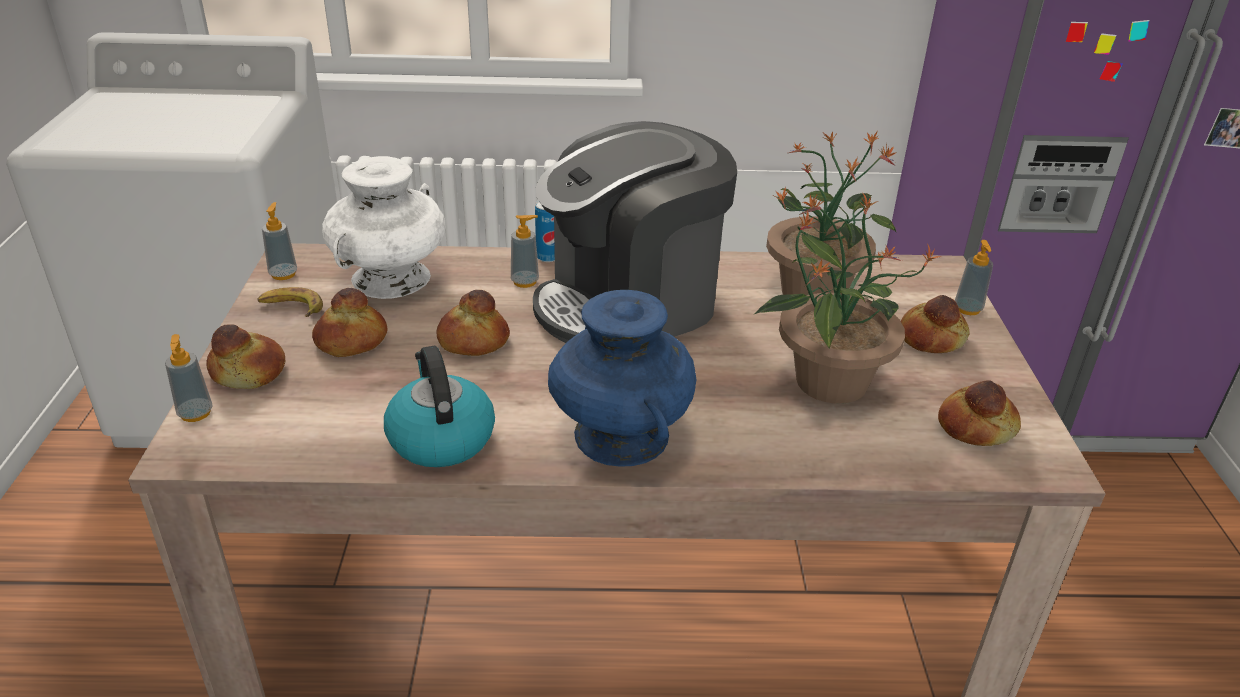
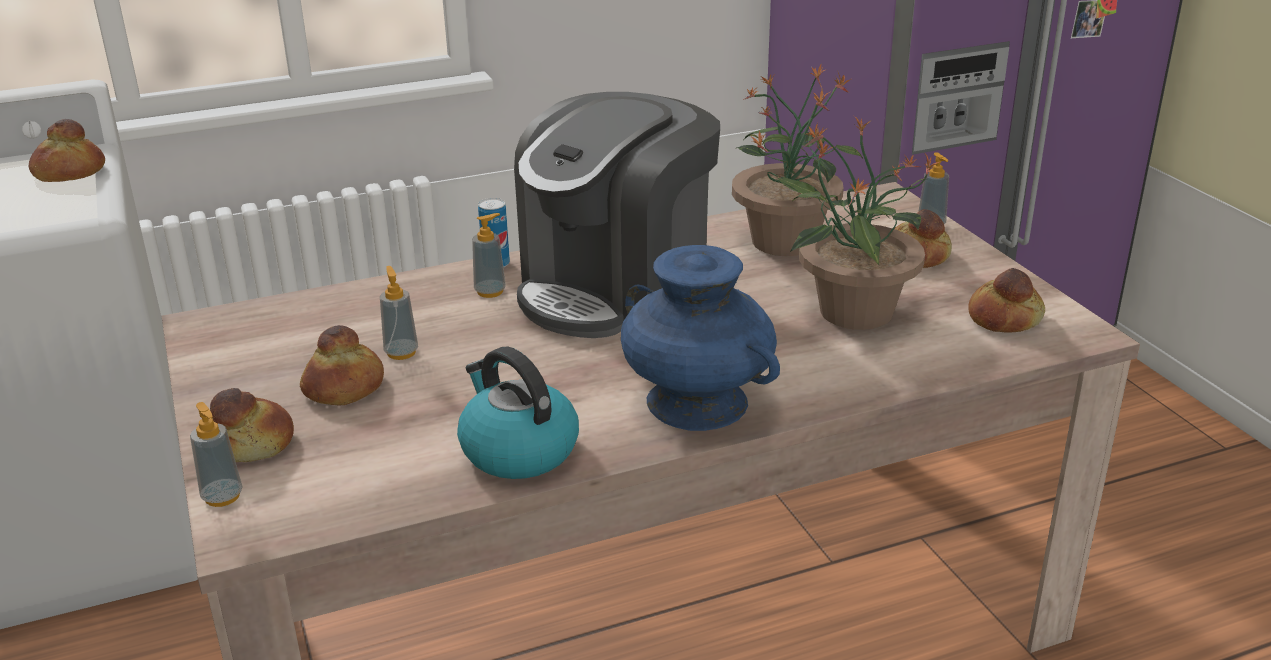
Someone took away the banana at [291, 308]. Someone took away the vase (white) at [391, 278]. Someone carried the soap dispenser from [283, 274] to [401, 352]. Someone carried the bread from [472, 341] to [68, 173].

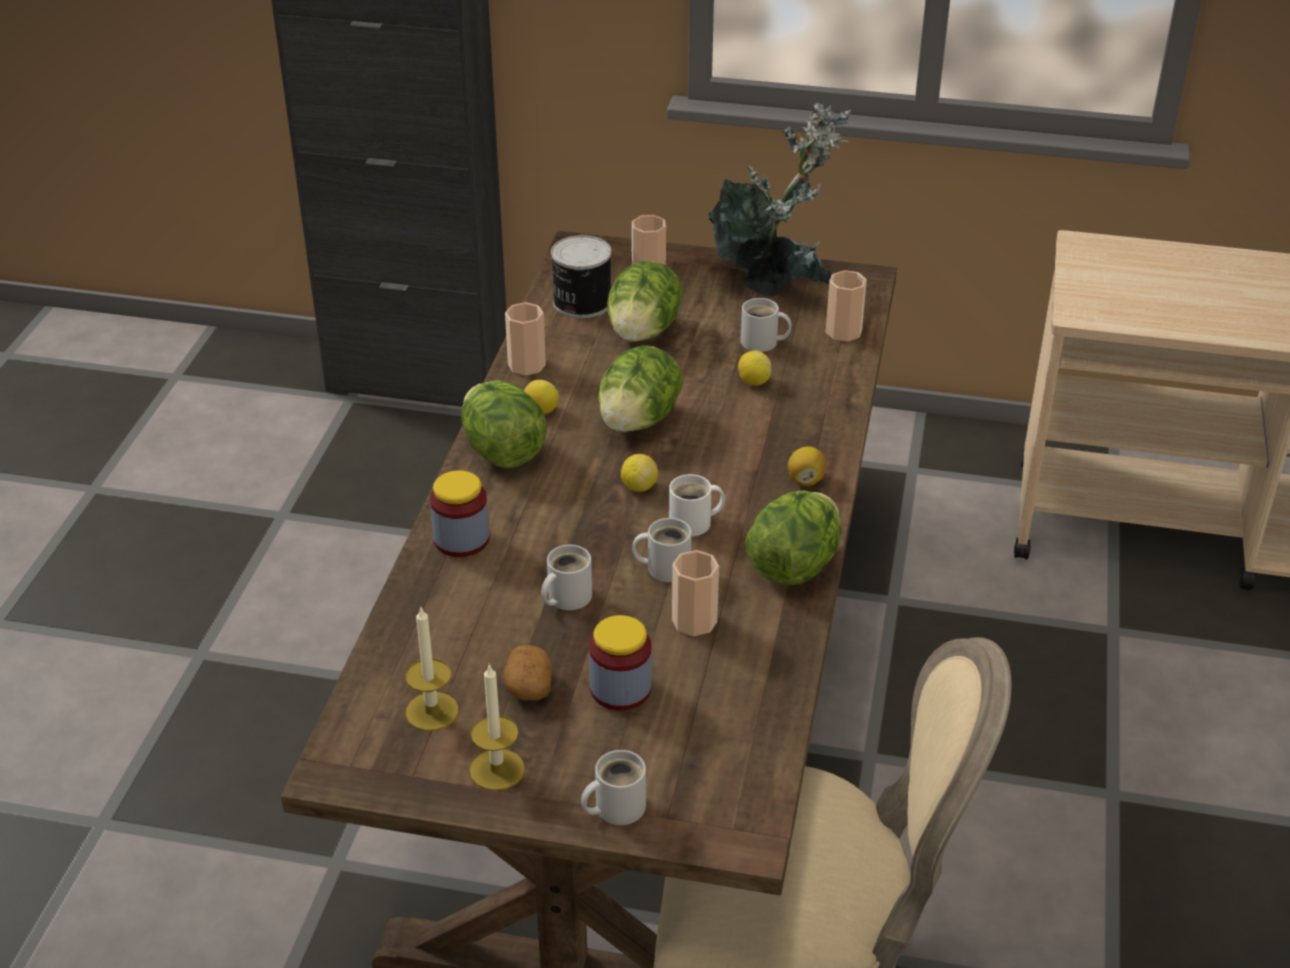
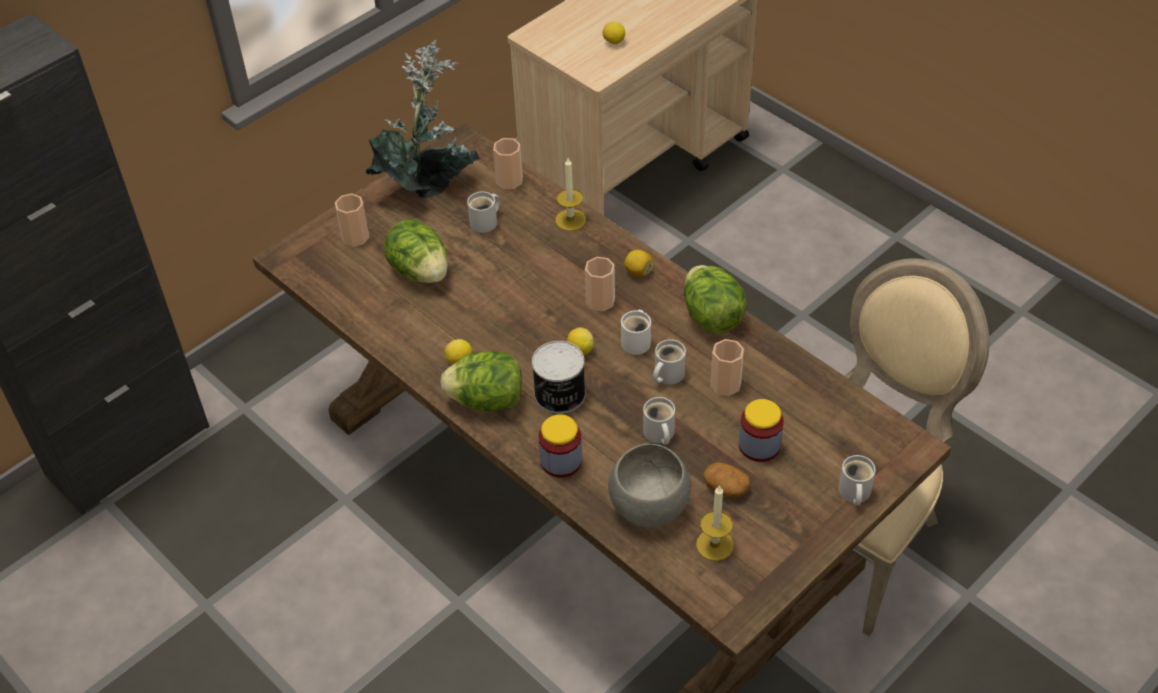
Someone took away the lettuce at [638, 421]. Someone put down the bowl (grey) at [650, 505]. Someone carried the candle from [497, 770] to [570, 220]. Someone carried the cup from [526, 365] to [600, 301]. Someone carried the can from [580, 302] to [559, 395]. Someone carried the lemon from [754, 381] to [613, 42].

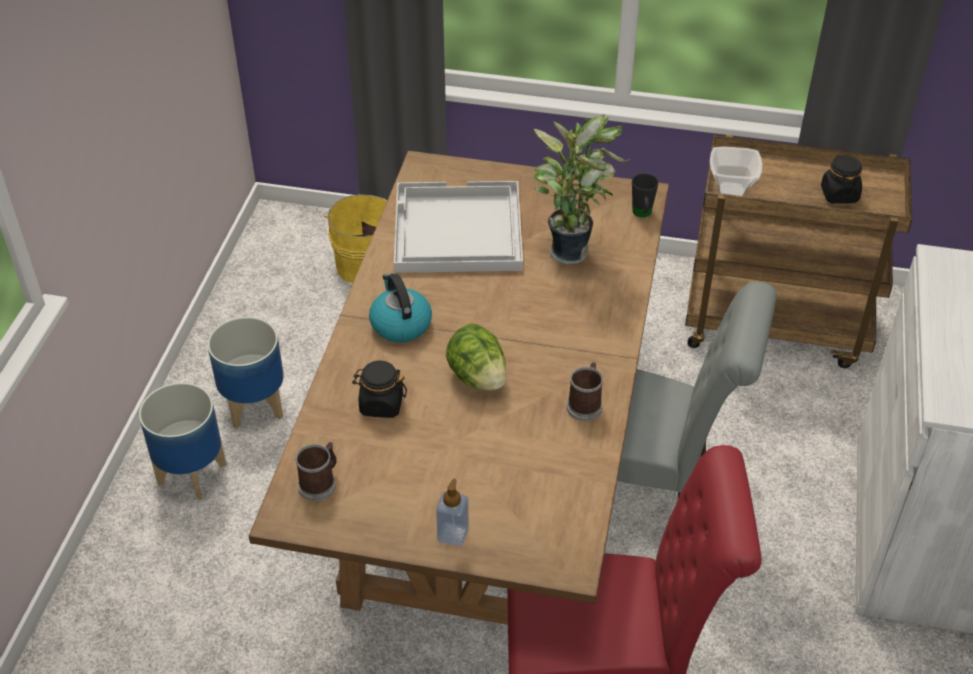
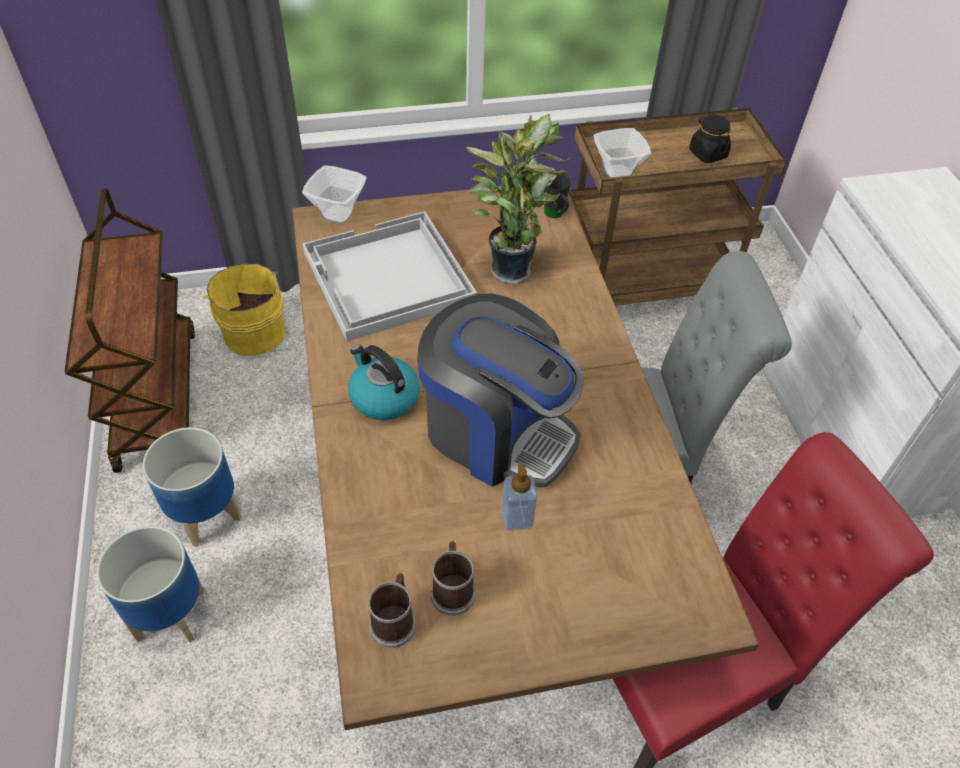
Someone took away the jar (black) at [381, 404]. Someone put down the cart (brown) at [156, 396]. Someone put down the bowl at [338, 214]. Someone carried the soap dispenser from [453, 534] to [517, 518]. Someone carried the mug from [585, 404] to [452, 589]. Someone swapped the lettuce at [477, 377] for the coffee machine at [496, 432].

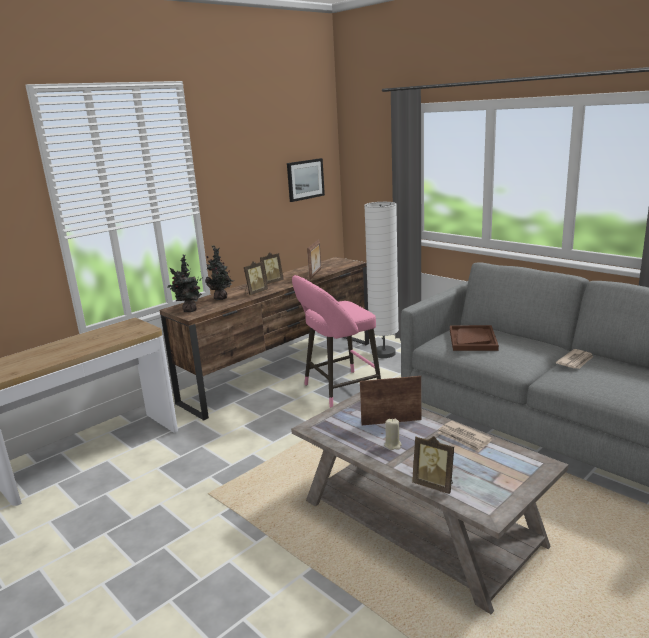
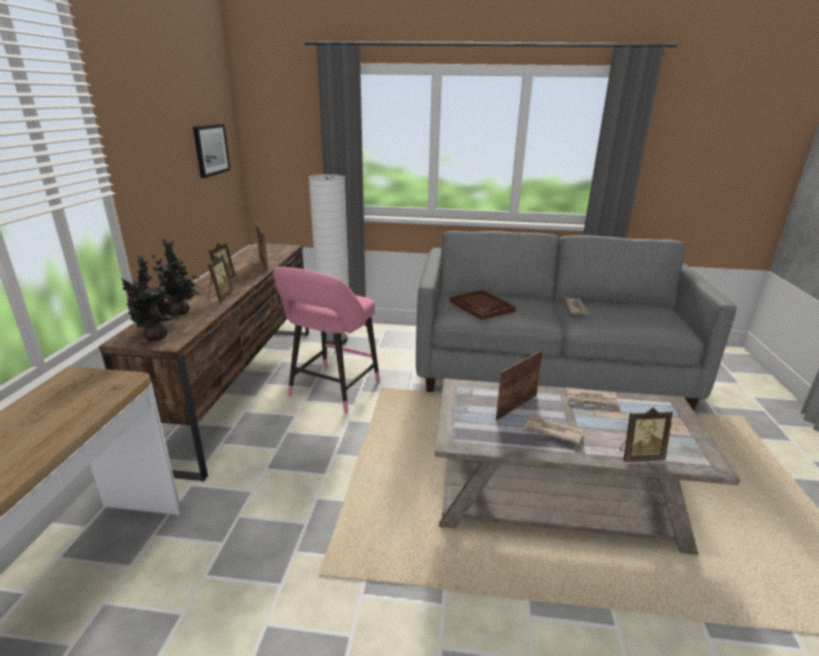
Someone swapped the candle (beige) at [393, 445] for the newspaper at [552, 430].

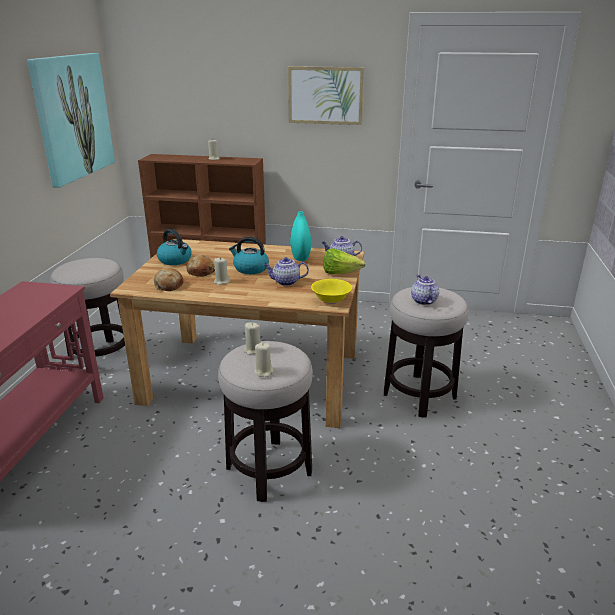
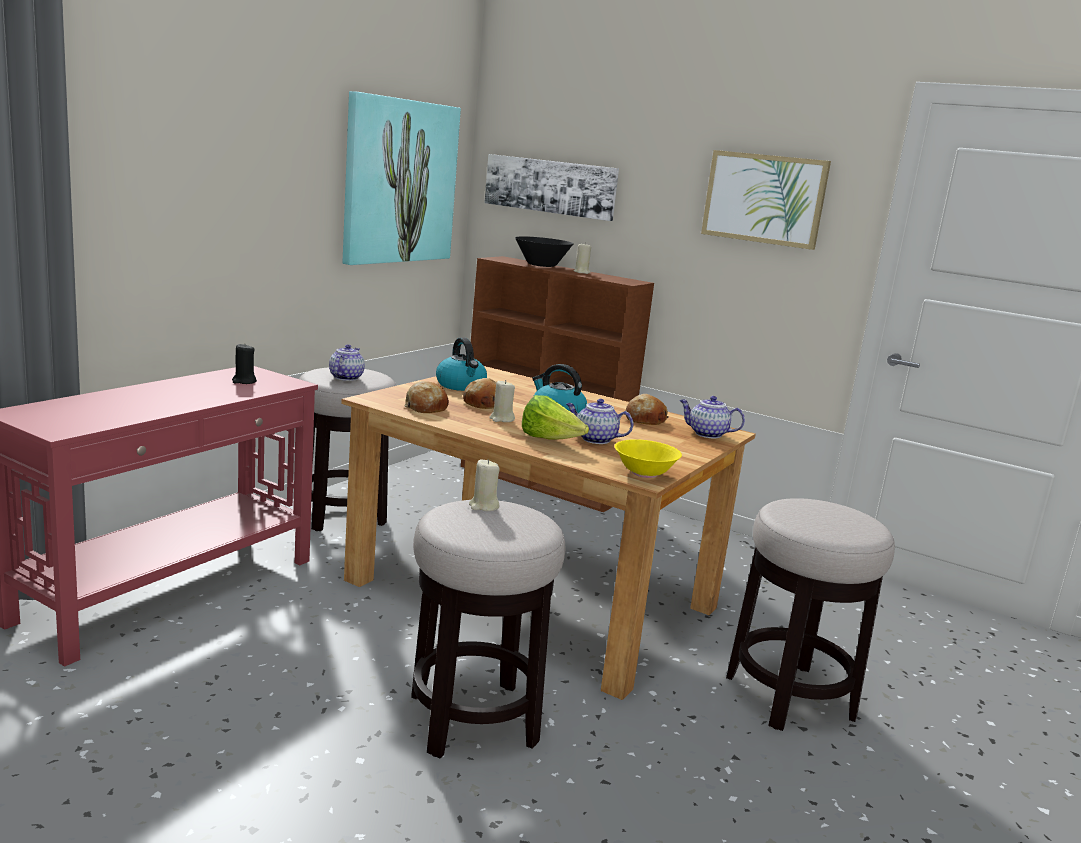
Someone took away the candle (beige) at [264, 372]. Someone put down the candle (black) at [244, 381]. Someone put up the picture at [550, 186]. Someone put down the bowl (black) at [541, 265]. Someone carried the lettuce from [340, 273] to [549, 440]. Someone carried the teapot from [423, 301] to [346, 377]. Someone swapped the vase (turquoise) at [300, 257] for the bread at [644, 419].

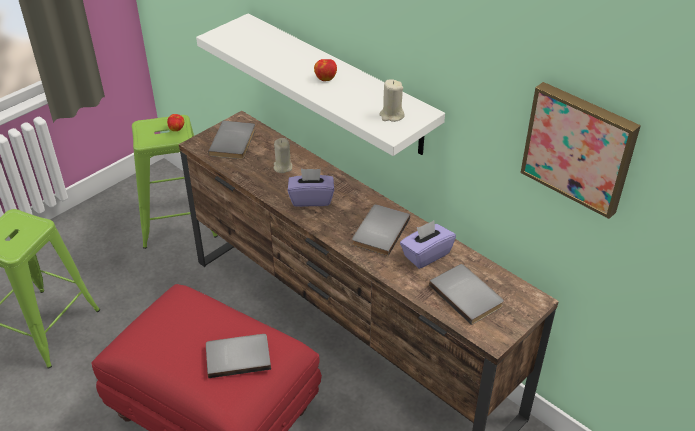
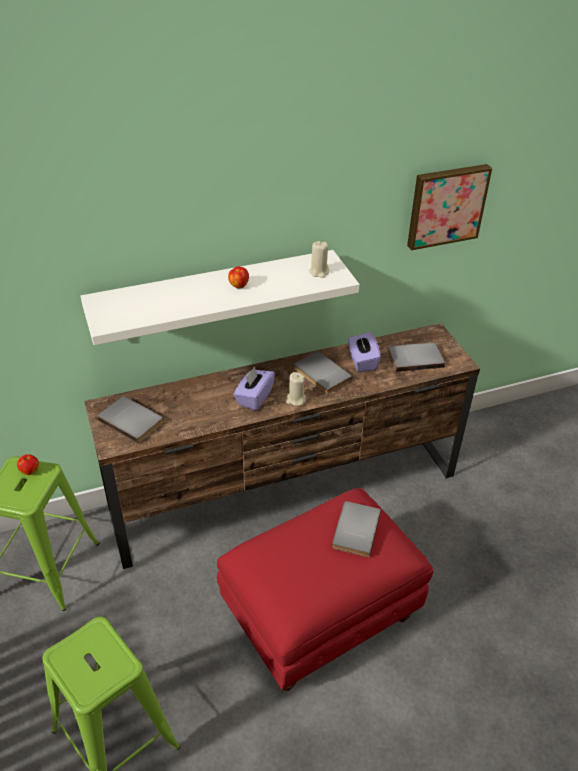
Someone carried the candle (beige) from [282, 167] to [296, 399].

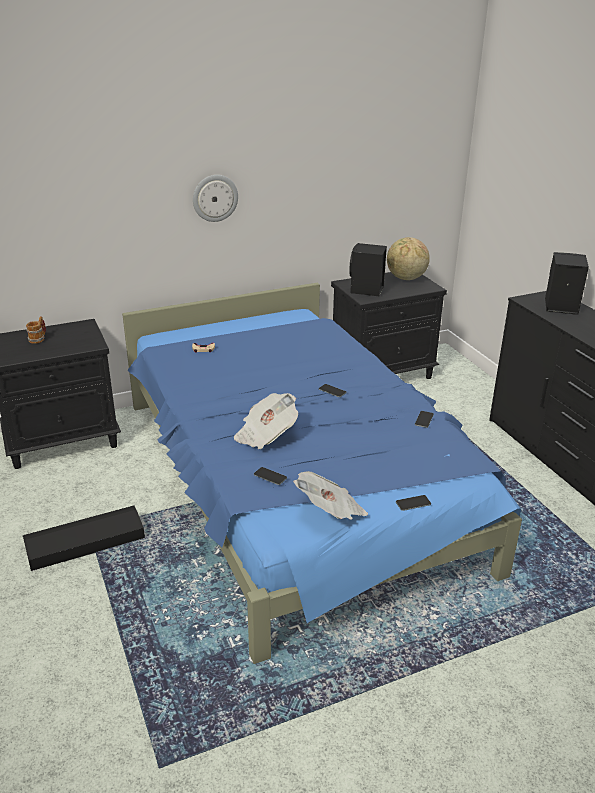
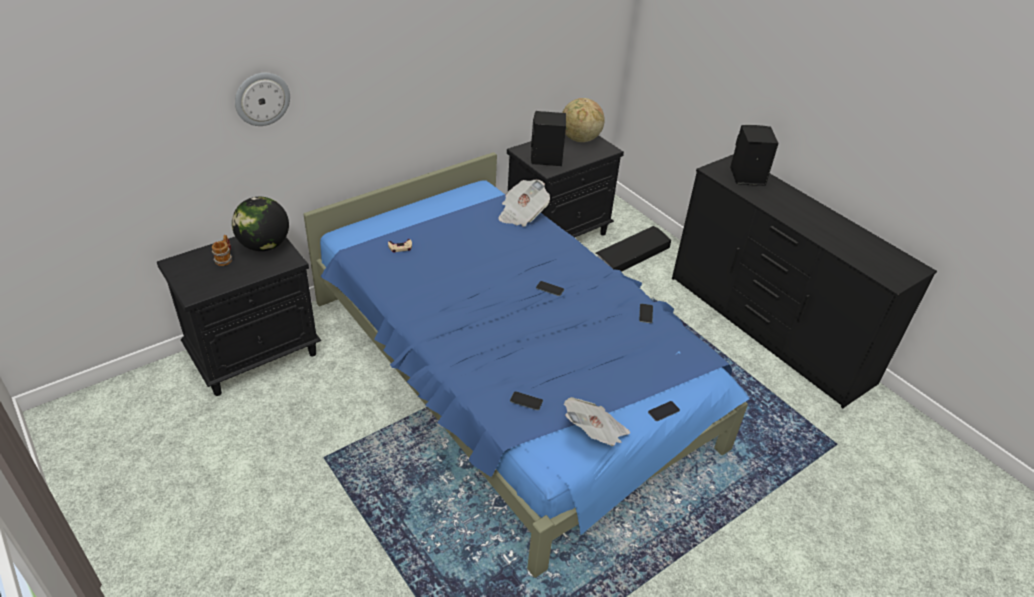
Someone put down the globe at [264, 245]. Someone carried the storage box (black) from [85, 543] to [631, 255]. Someone carried the wall clock from [215, 198] to [262, 98]. Someone carried the newspaper from [265, 435] to [522, 214].

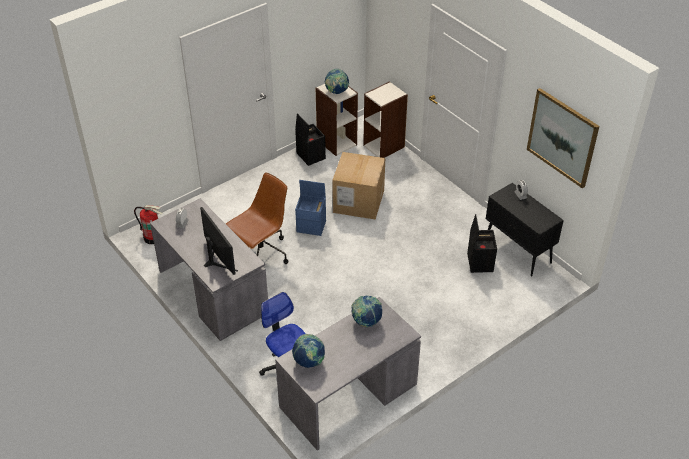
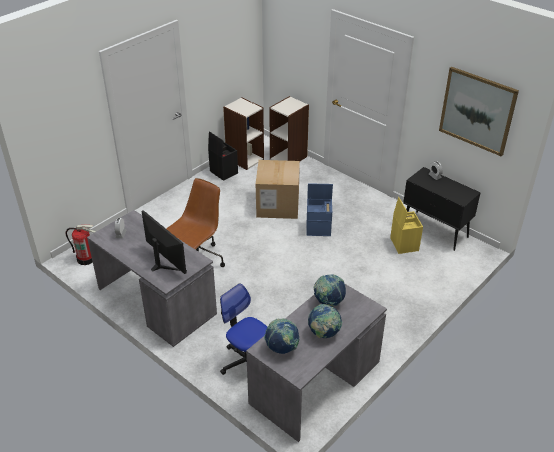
Someone carried the storage box (blue) from [312, 226] to [319, 229]. Someone carried the globe from [336, 92] to [324, 333]. Someone repainted the storage box (black) at [479, 262], which became the storage box (yellow) at [403, 244].

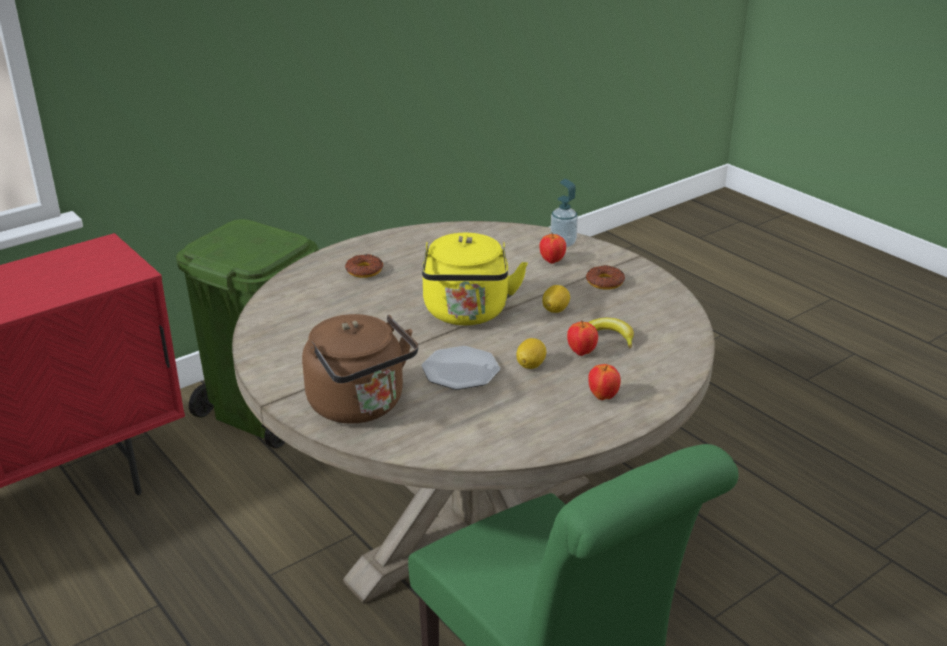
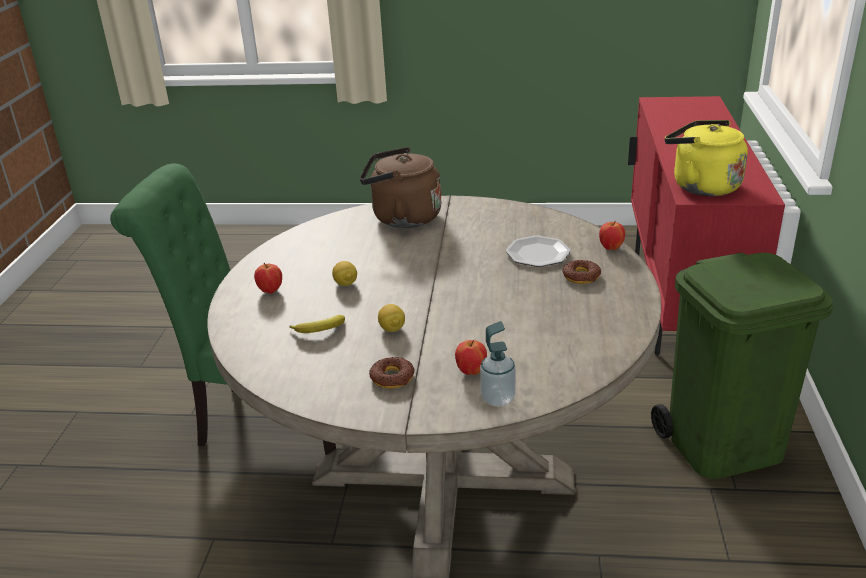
Someone carried the kettle (yellow) from [467, 314] to [701, 186]. Someone carried the plate from [461, 370] to [538, 254]. Someone carried the apple from [581, 352] to [611, 248].

